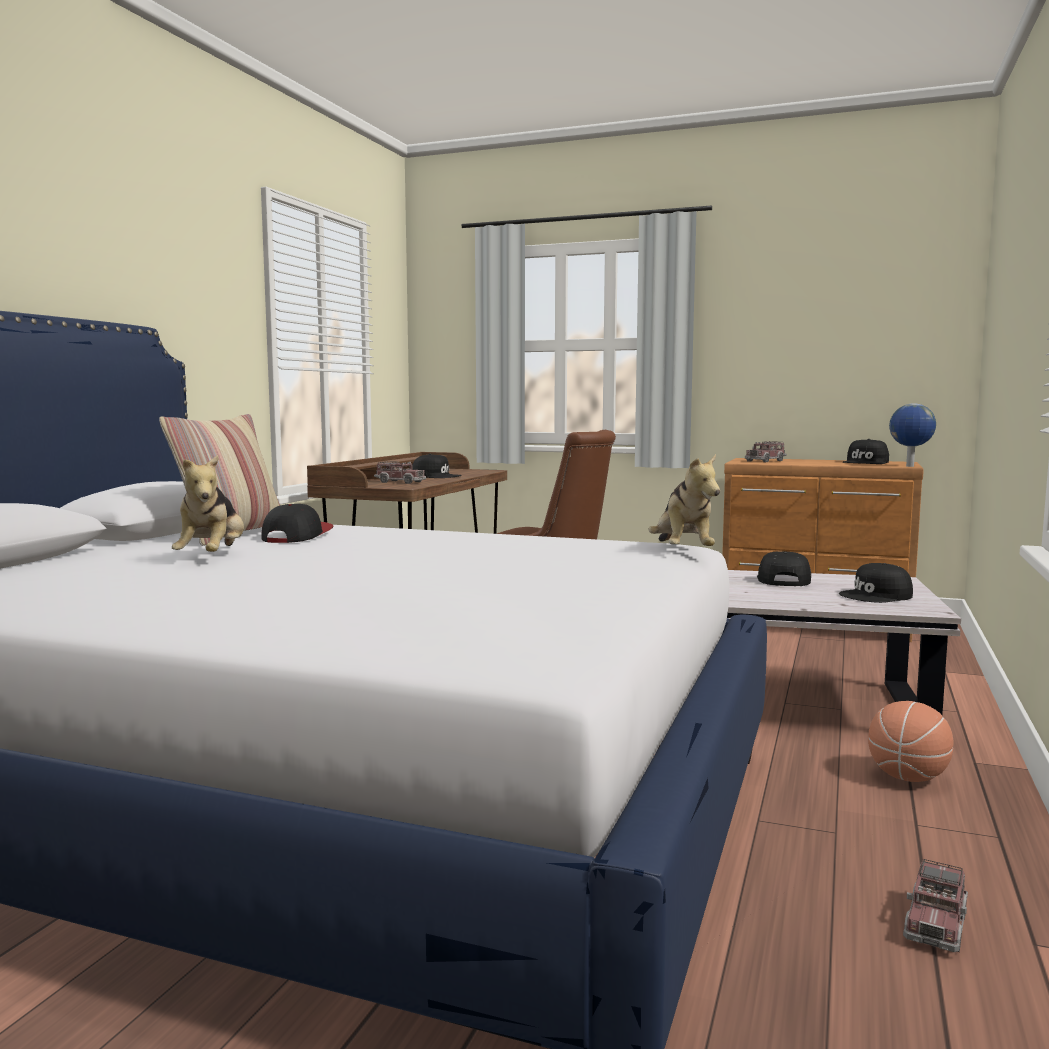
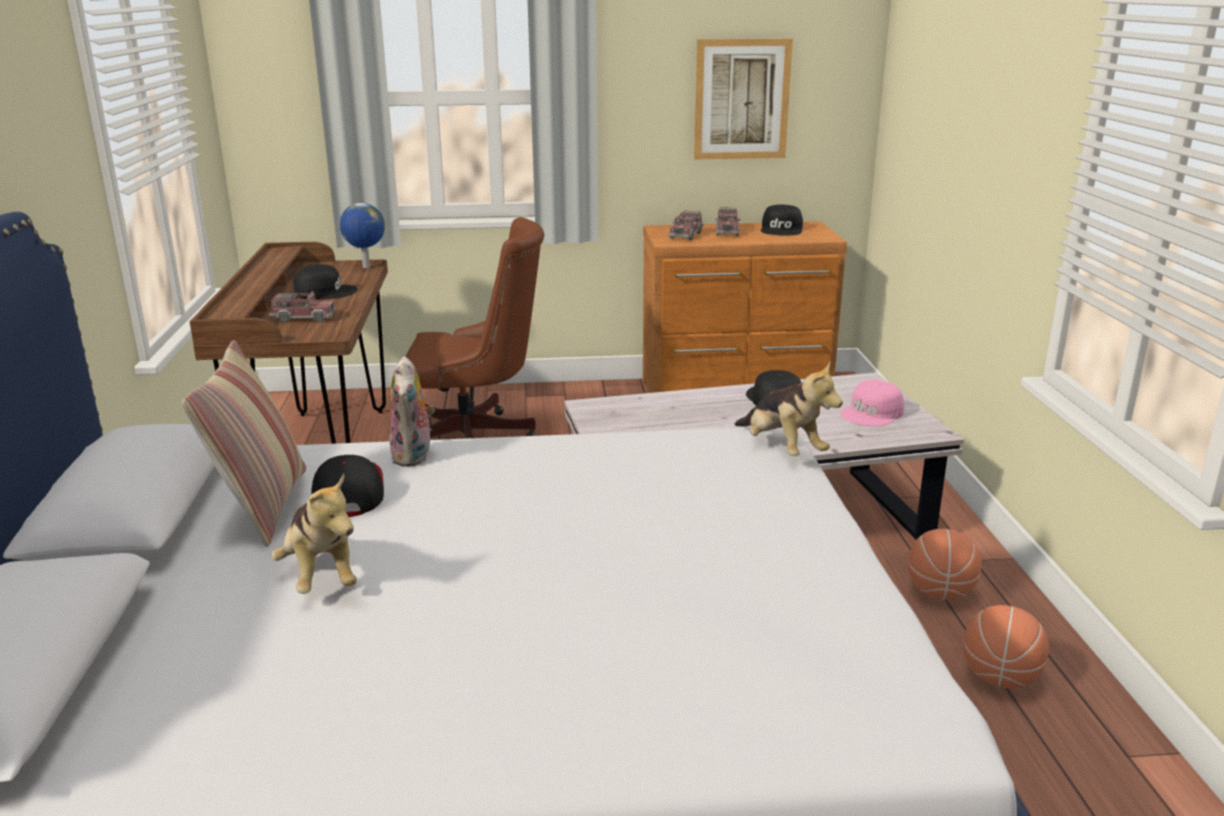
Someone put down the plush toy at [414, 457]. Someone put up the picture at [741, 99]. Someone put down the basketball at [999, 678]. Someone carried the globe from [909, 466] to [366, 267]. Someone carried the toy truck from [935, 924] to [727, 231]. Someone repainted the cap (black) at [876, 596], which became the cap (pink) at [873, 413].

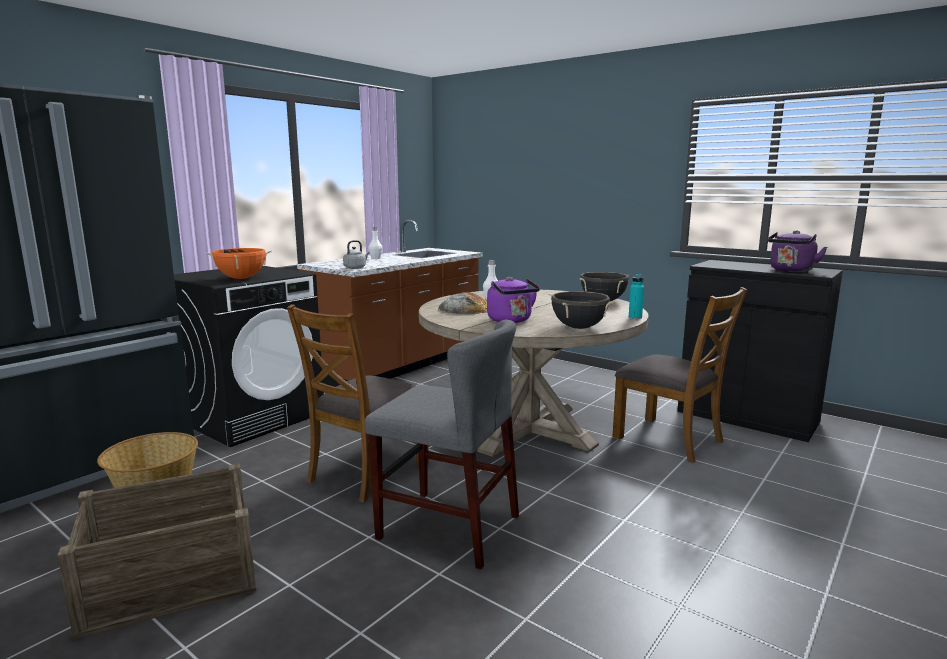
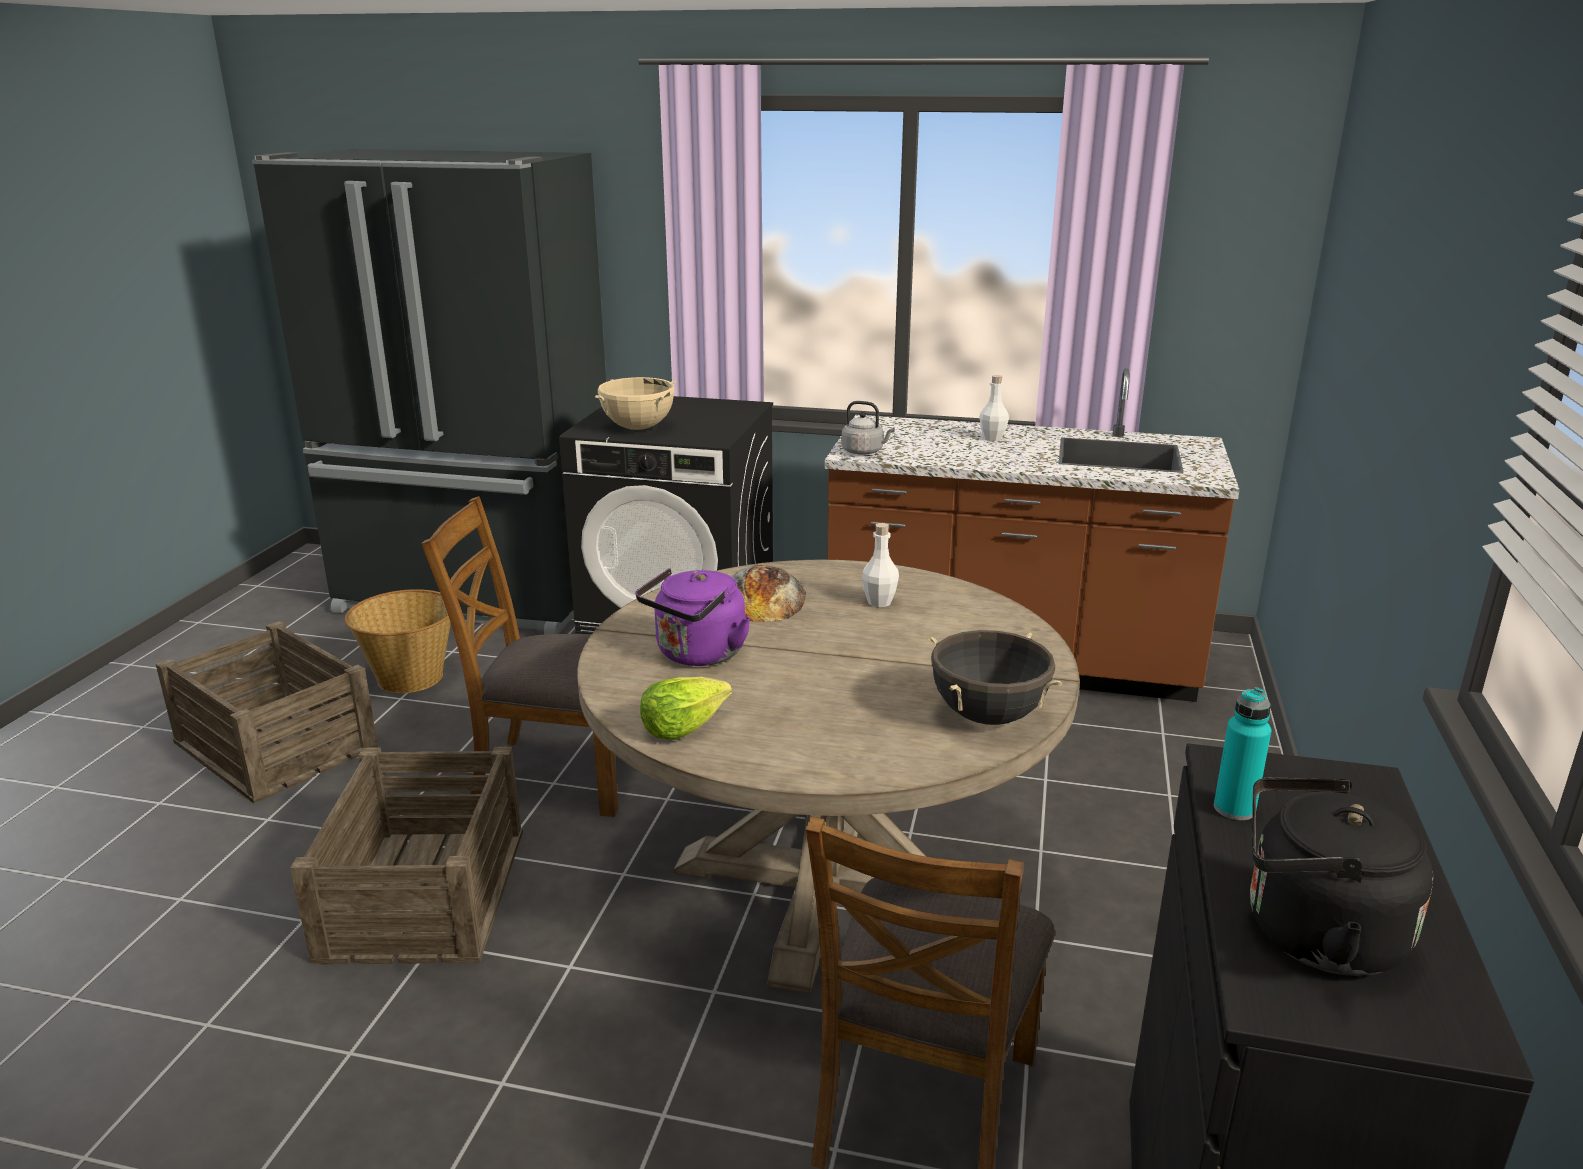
Someone carried the bottle (turquoise) from [635, 317] to [1234, 809]. Someone swapped the chair (grey) at [448, 527] for the crate at [422, 894]. Someone swapped the cooking pot (black) at [578, 328] for the lettuce at [682, 726]. Someone repainted the cooking pot (orange) at [241, 278], which became the cooking pot (beige) at [638, 428]. Someone repainted the kettle (purple) at [791, 270], which became the kettle (black) at [1313, 934].

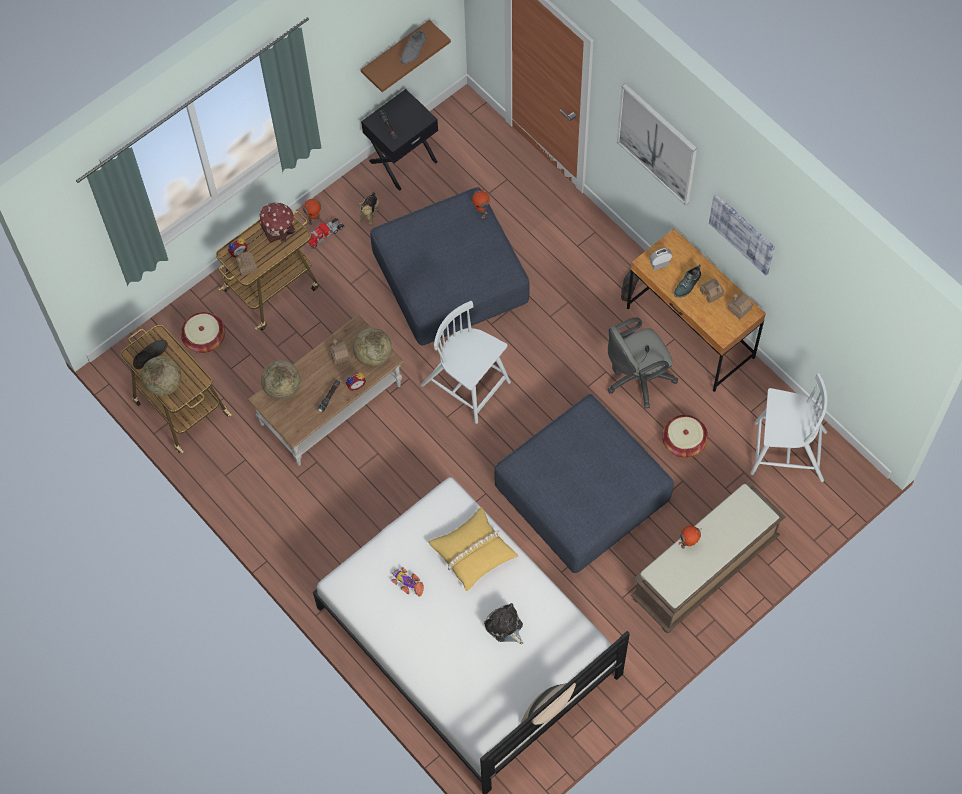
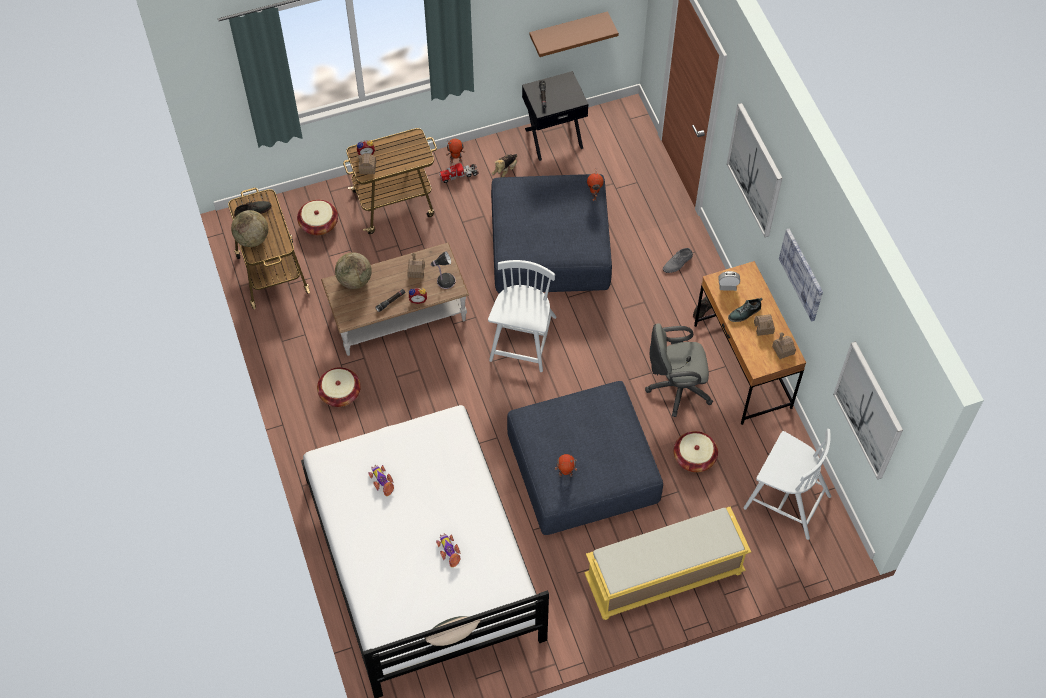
Someone took away the toy house at [278, 228]. Someone took away the pillow (yellow) at [473, 552]. Someone put down the basket at [340, 393]. Someone put up the picture at [869, 410]. Someone carried the shoe (grey) from [413, 50] to [677, 263]. Someone carried the toy robot from [688, 545] to [565, 475]. Someone swapped the globe at [373, 356] for the table lamp at [444, 281]. Someone swapped the plush toy at [504, 626] for the toy car at [449, 551]. Someone repainted the bench (brown) at [704, 570], which became the bench (yellow) at [663, 577]. Someone rotated the chair (white) at [467, 385] by 45 degrees clockwise.

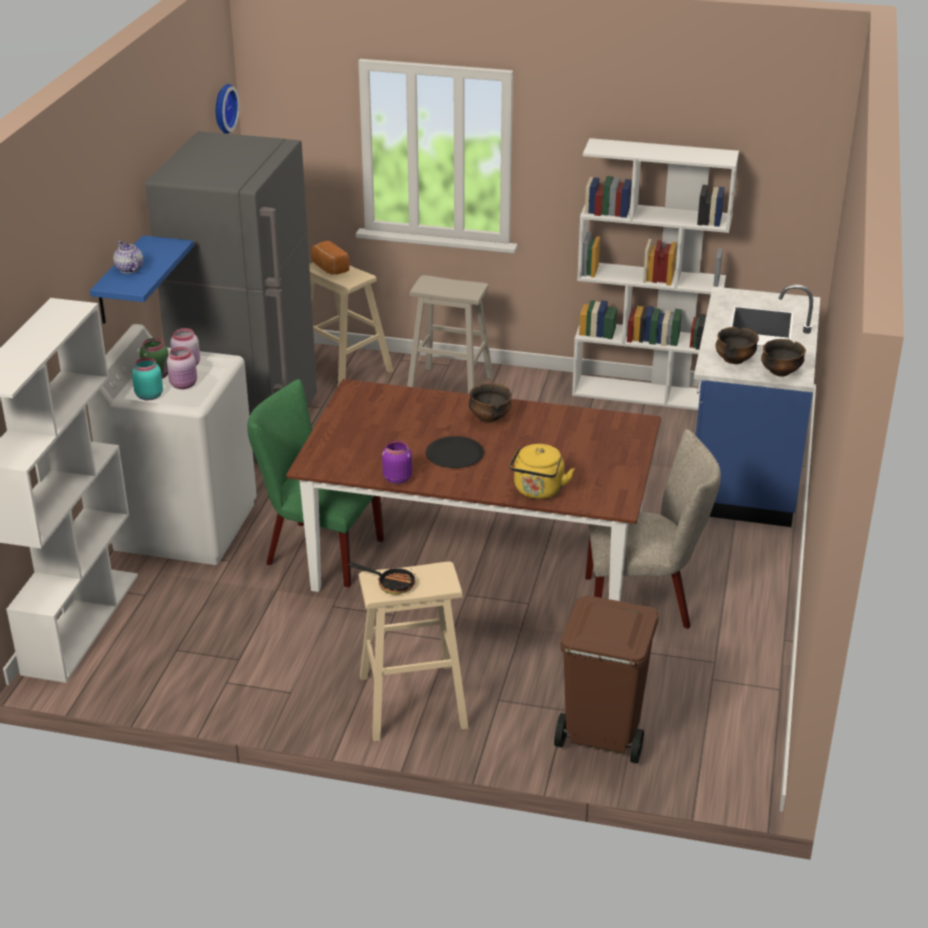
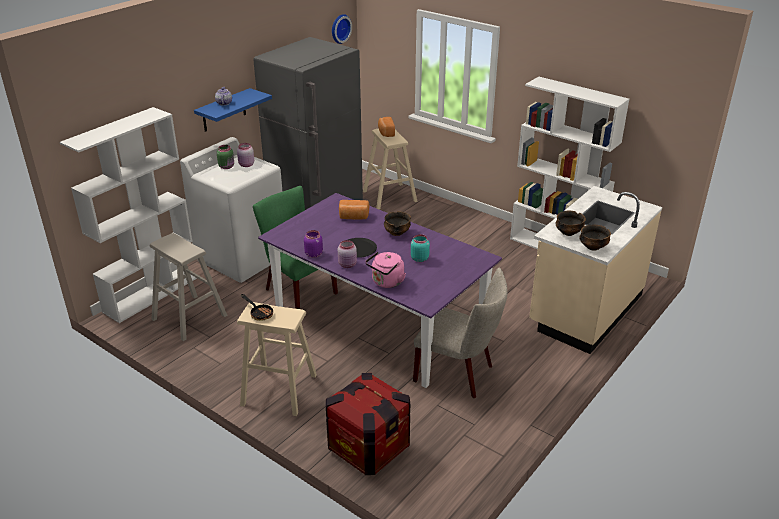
Someone put down the bread at [354, 217]. Someone carried the jar (turquoise) from [148, 395] to [419, 258]. Someone carried the jar (pink) from [184, 384] to [348, 265]. Someone carried the stool (beige) from [450, 388] to [189, 317]. Someone swapped the trash can (brown) at [601, 736] for the crate at [368, 447]. Someone repainted the dining table (brown) at [477, 565], which became the dining table (purple) at [377, 322]. Someone repainted the kettle (yellow) at [538, 491], which became the kettle (pink) at [386, 282]. Someone repainted the counter (blue) at [743, 470], which became the counter (beige) at [585, 310].

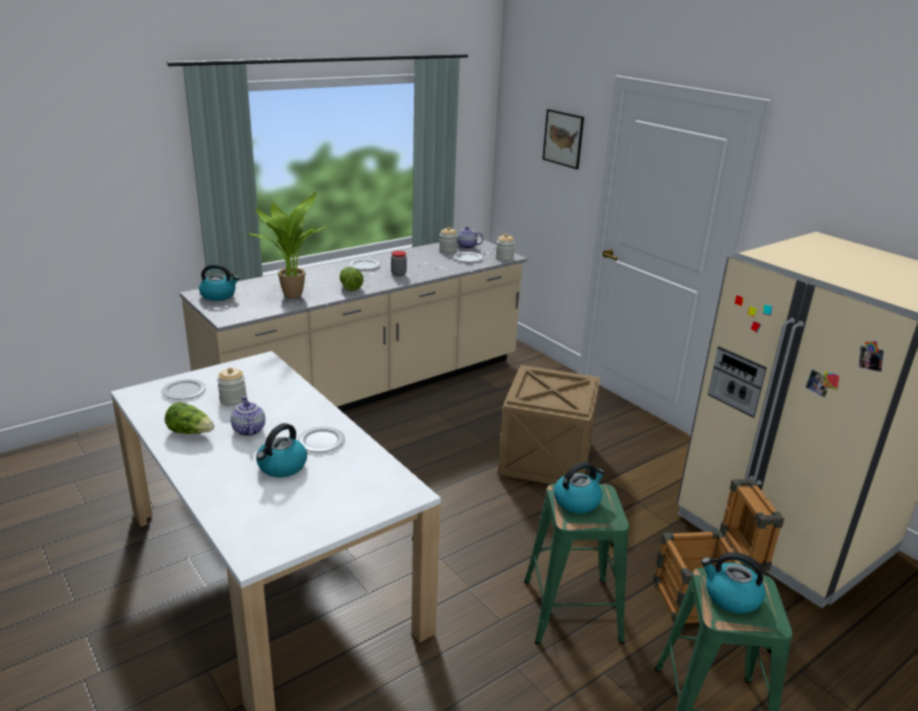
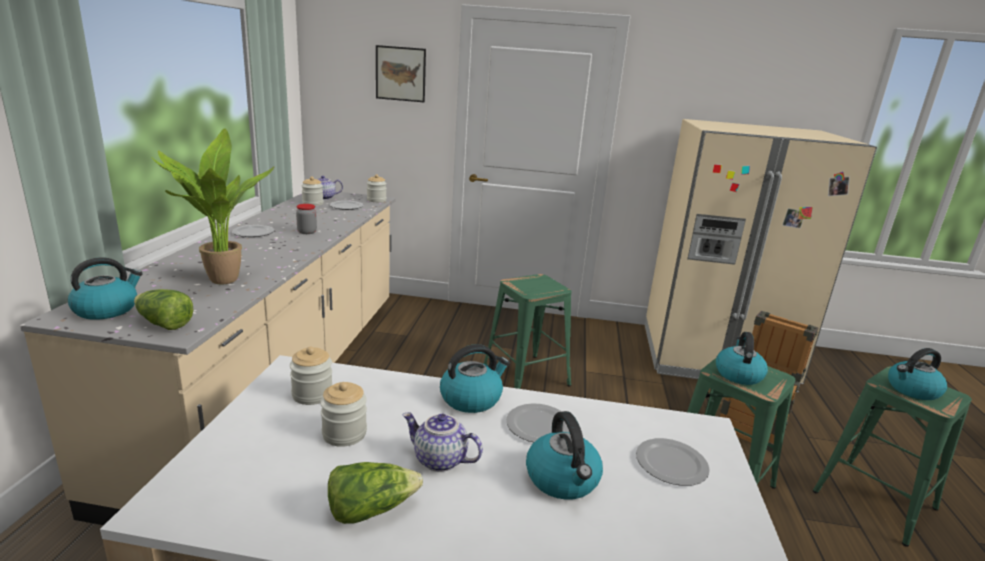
Someone put down the jar at [312, 394]. Someone put down the kettle at [471, 398]. Someone carried the plate from [184, 391] to [670, 463]. Someone carried the lettuce from [350, 286] to [164, 323]. Someone swapped the crate at [545, 460] for the stool (green) at [526, 377].

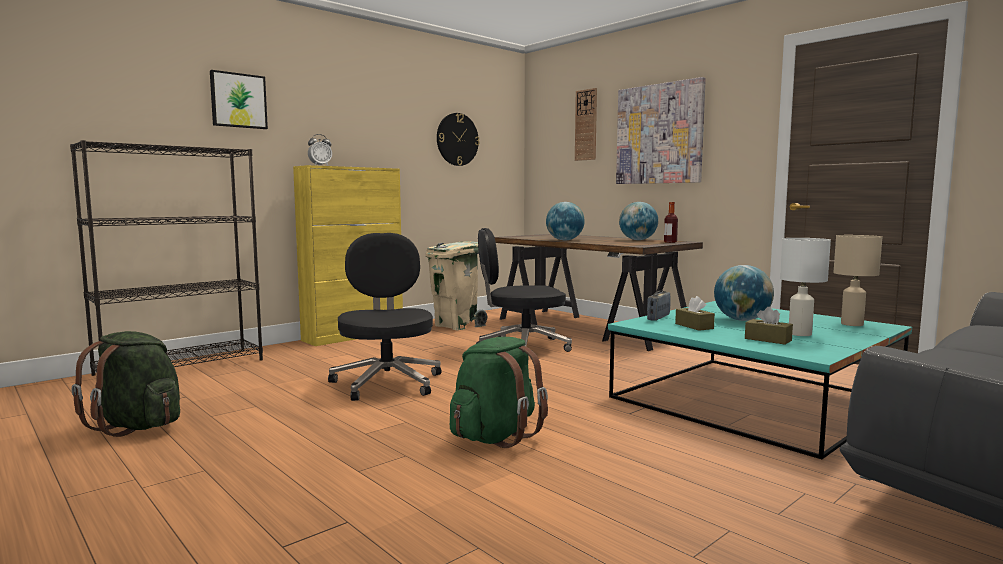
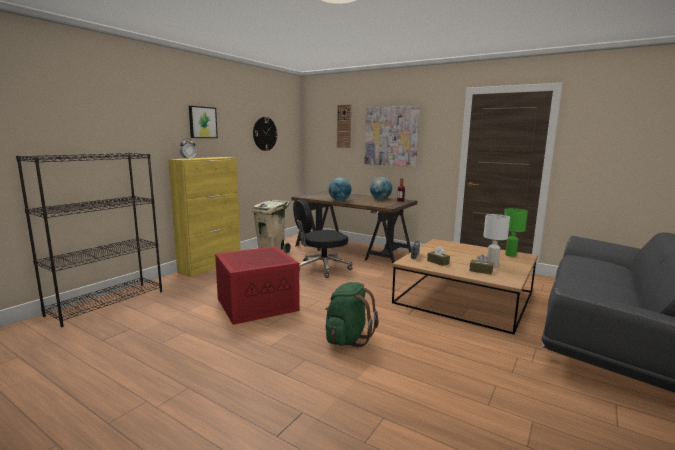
Someone took away the backpack (green) at [137, 426]. Someone took away the globe at [742, 320]. Someone carried the picture from [238, 100] to [202, 122]. Someone swapped the office chair (black) at [387, 382] for the storage box (red) at [258, 303]. Someone repainted the coffee table (turquoise) at [754, 399], which became the coffee table (brown) at [464, 297]. Someone repainted the table lamp (beige) at [851, 324], which became the table lamp (green) at [510, 255].

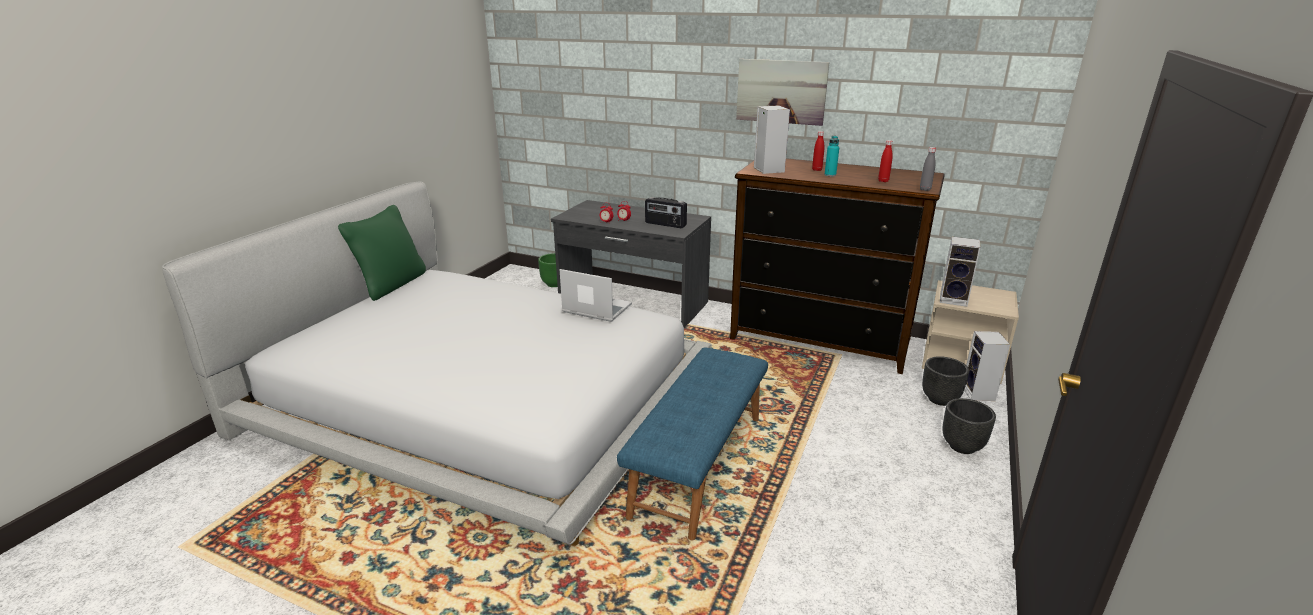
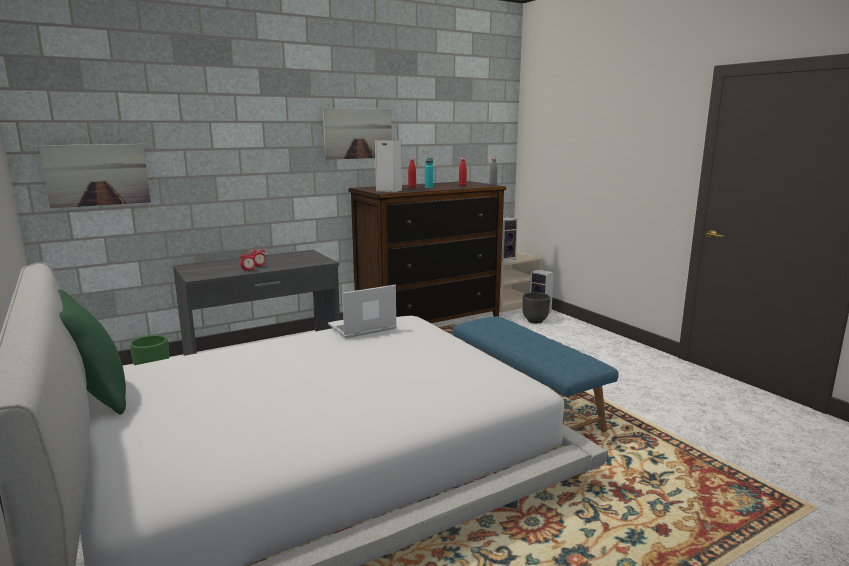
Someone took away the radio at [665, 224]. Someone took away the planter (black) at [962, 447]. Someone put up the picture at [97, 175].

